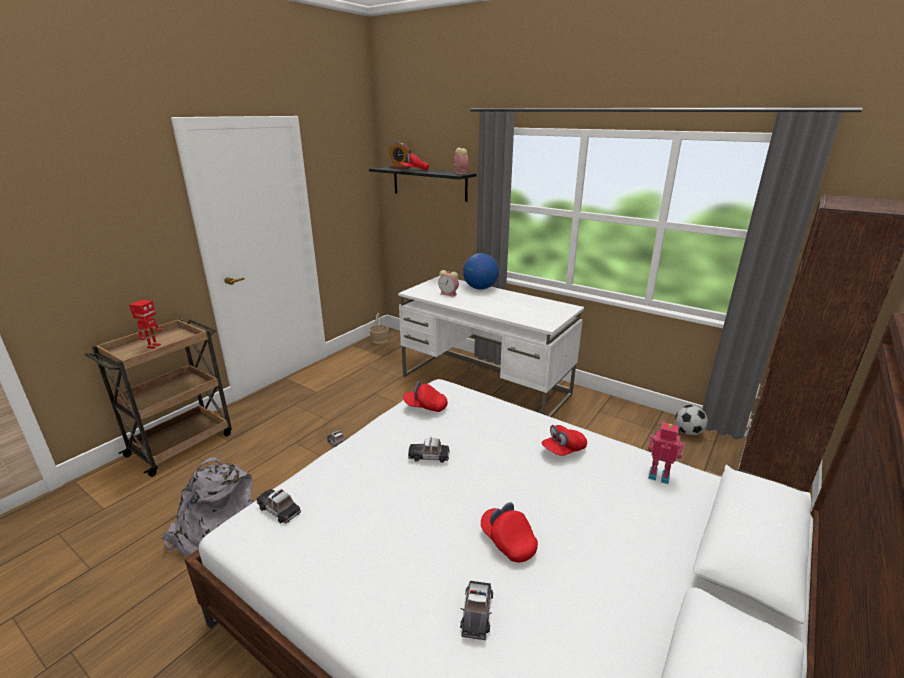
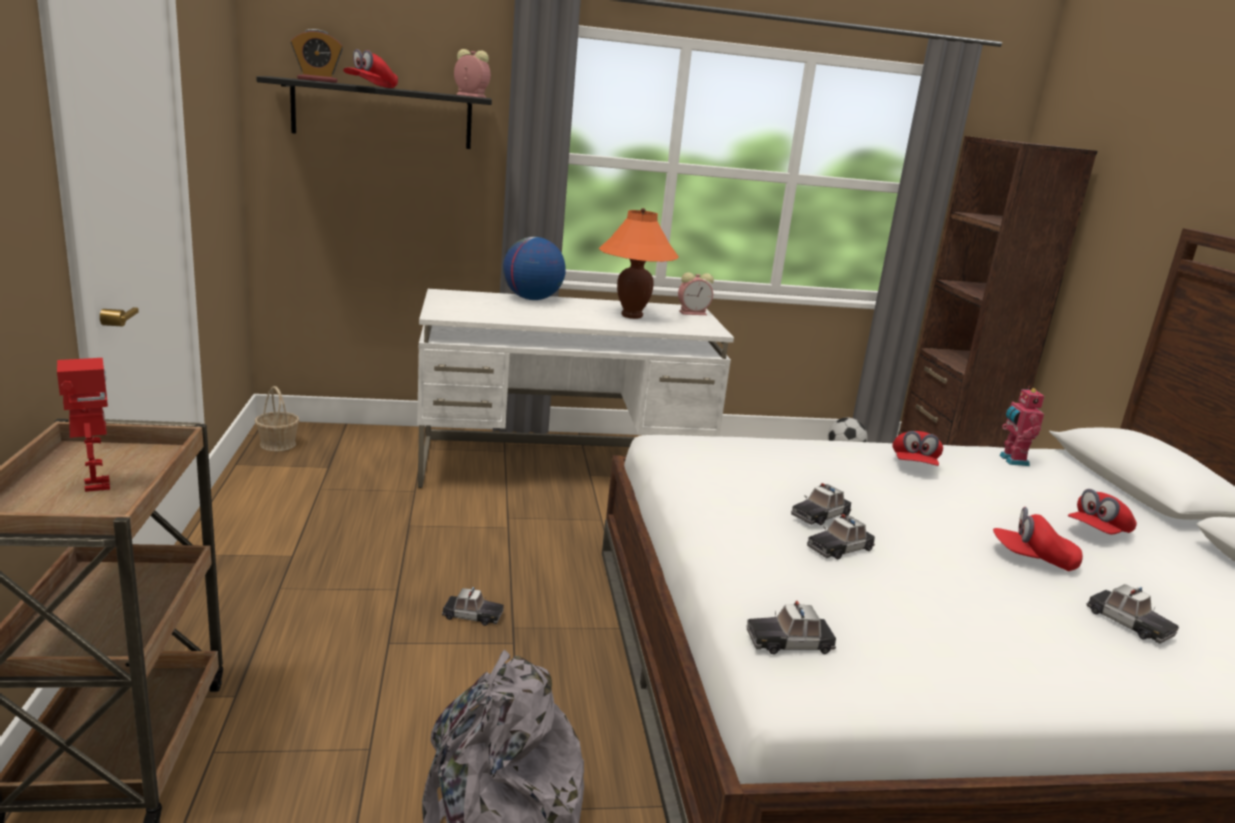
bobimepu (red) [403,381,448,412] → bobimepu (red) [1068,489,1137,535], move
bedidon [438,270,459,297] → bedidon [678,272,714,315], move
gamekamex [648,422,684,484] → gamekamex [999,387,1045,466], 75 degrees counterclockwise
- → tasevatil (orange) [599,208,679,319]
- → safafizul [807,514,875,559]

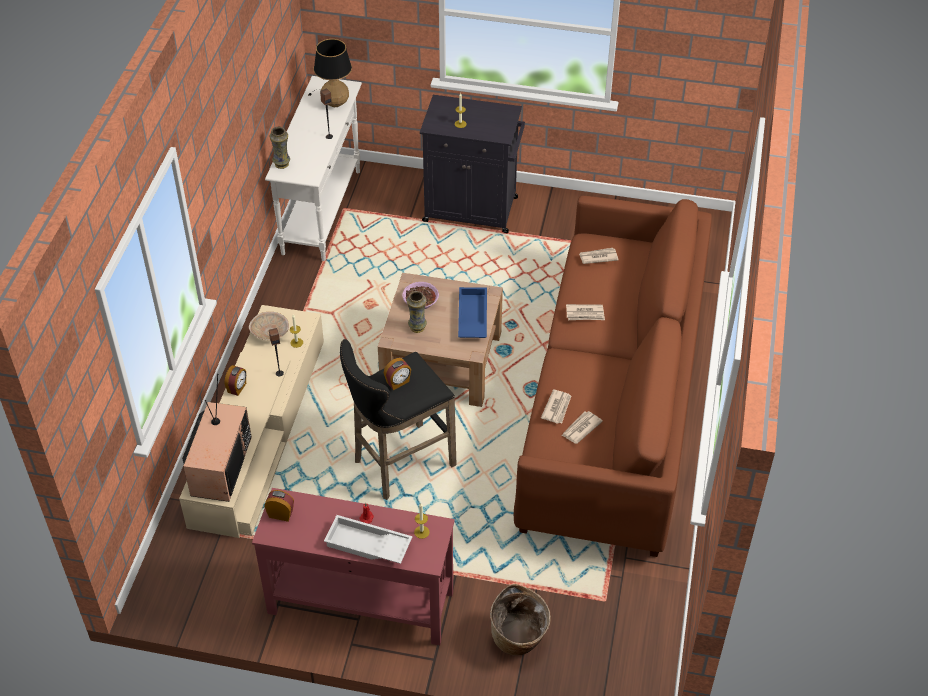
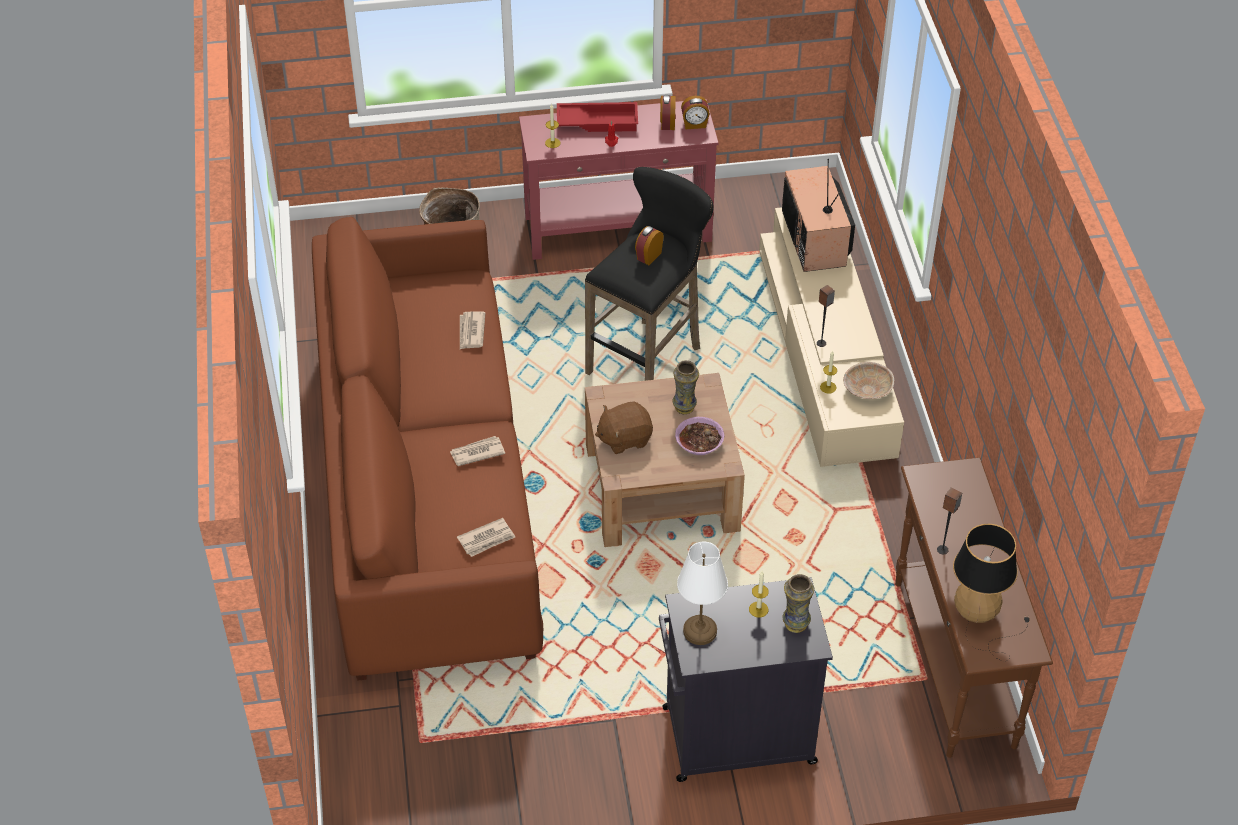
bedidon [225,365,246,396] → bedidon [660,95,676,130], move
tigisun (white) [265,76,362,261] → tigisun (brown) [895,457,1053,758]
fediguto [269,127,290,169] → fediguto [782,574,814,633], move
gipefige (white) [324,515,412,564] → gipefige (red) [557,102,638,132]
gipefige (blue) [458,287,487,338] → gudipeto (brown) [595,401,653,454]
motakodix [561,411,603,444] → -
- → tasevatil (white) [677,542,728,645]

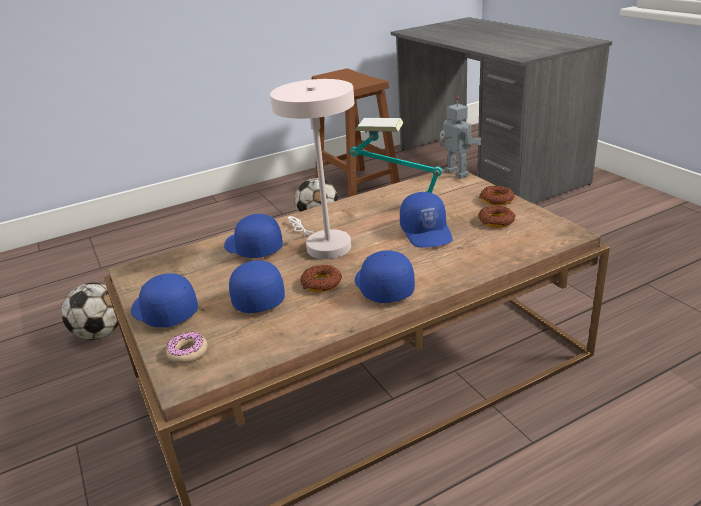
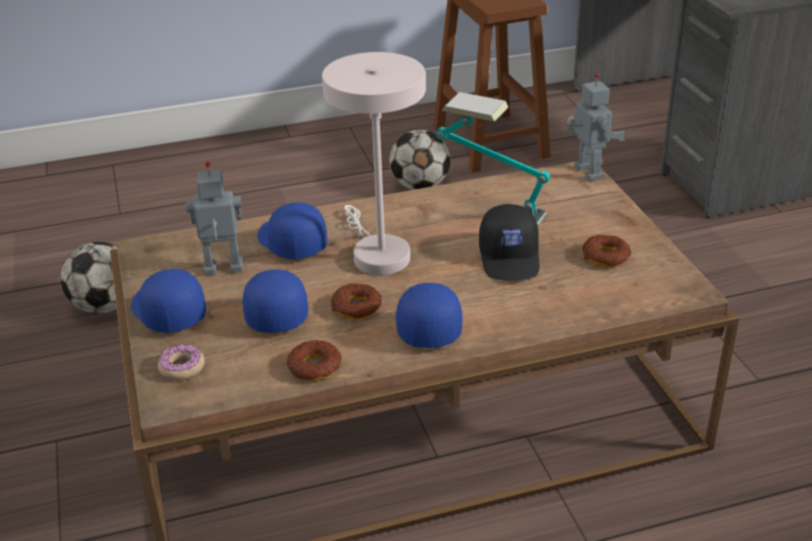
bobimepu (blue) [400,192,452,248] → bobimepu (black) [479,204,540,281]
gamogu [479,186,515,206] → gamogu [287,340,341,381], move
- → gamekamex [186,162,243,276]

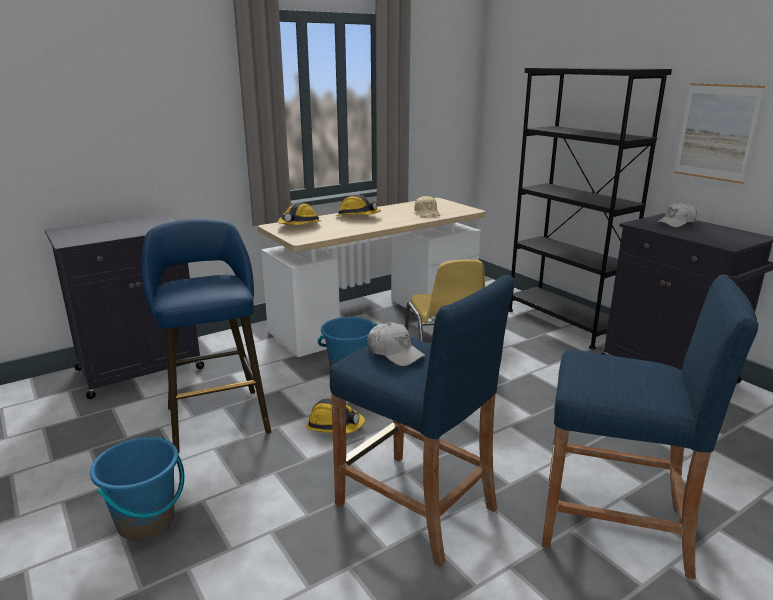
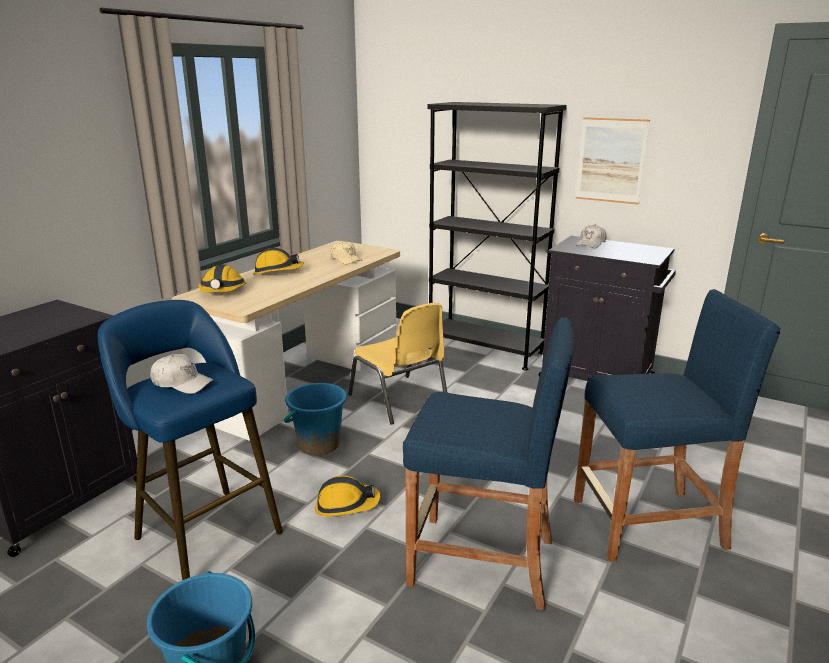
bobimepu (white) [367,322,425,366] → bobimepu (white) [150,354,213,394], move

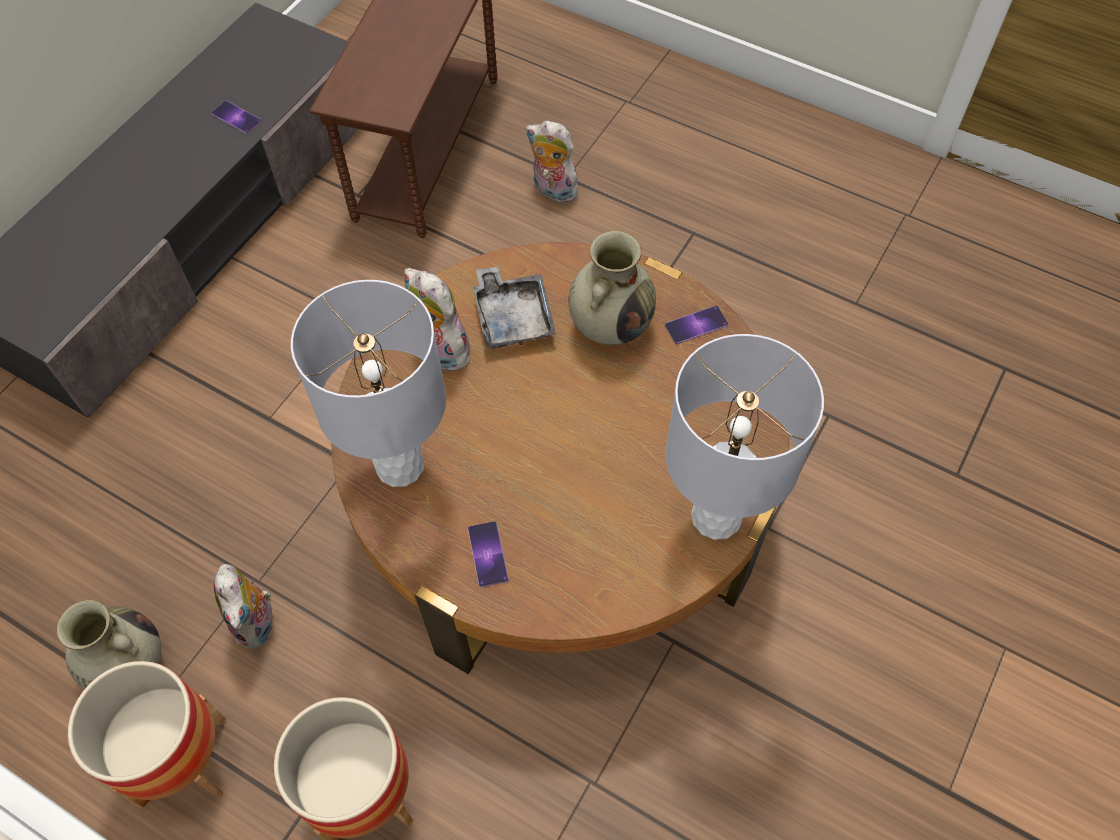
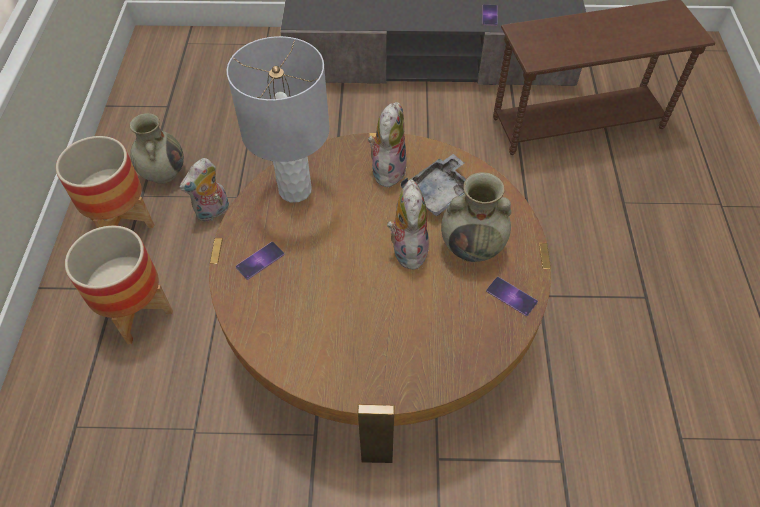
gudipeto [526,121,584,203] → gudipeto [387,179,429,270], move
tasevatil (grey) [665,334,824,540] → -

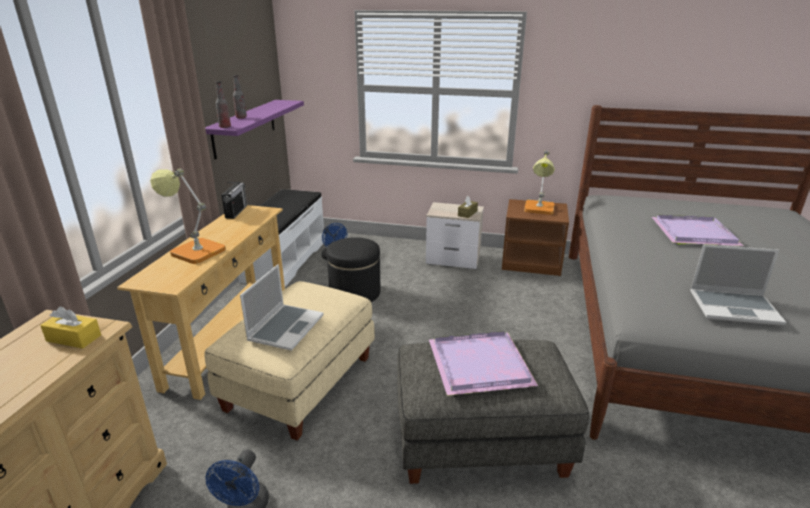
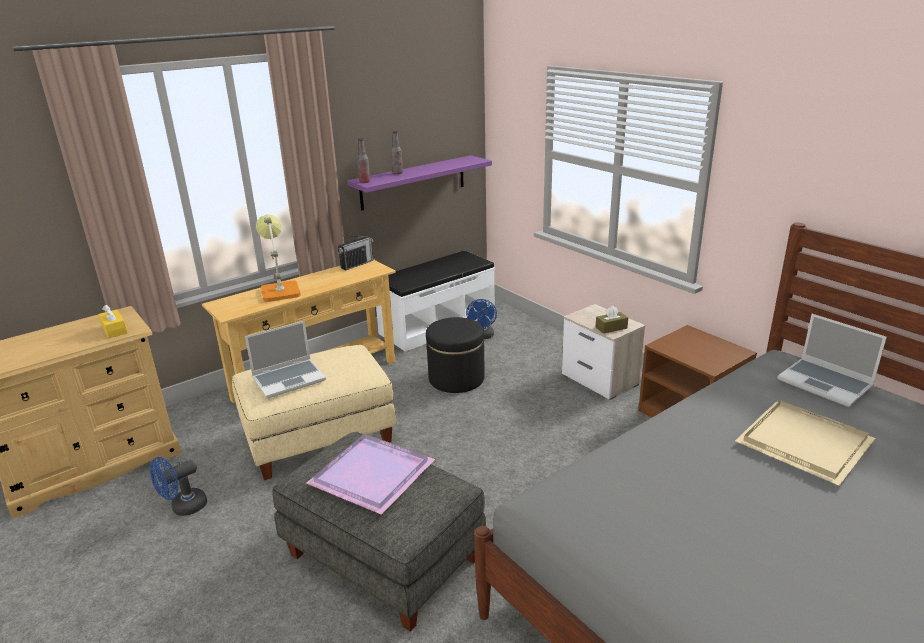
tasevatil [524,150,555,215] → -
gipefige (purple) [652,215,744,246] → gipefige (beige) [735,401,875,486]
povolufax [690,244,786,326] → povolufax [777,314,887,407], move

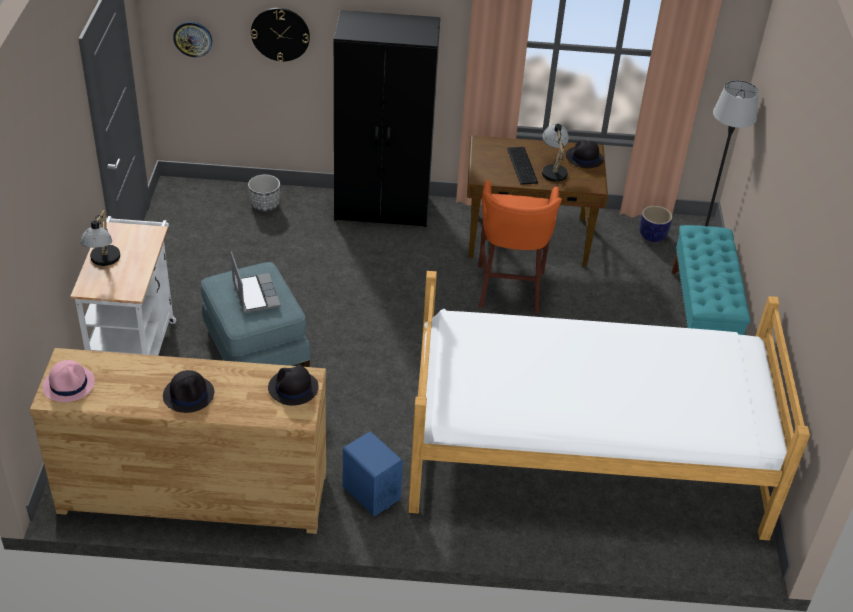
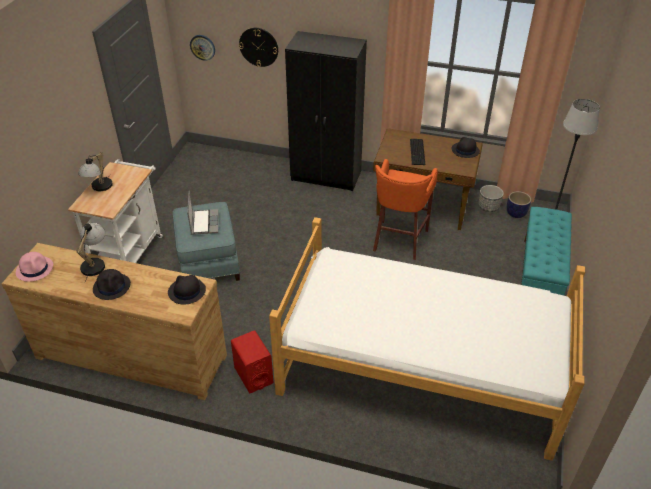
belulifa [248,175,280,211] → belulifa [479,185,504,212], move
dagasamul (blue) [343,431,403,516] → dagasamul (red) [231,330,273,393]
tasevatil [542,124,569,186] → tasevatil [76,223,105,281], move

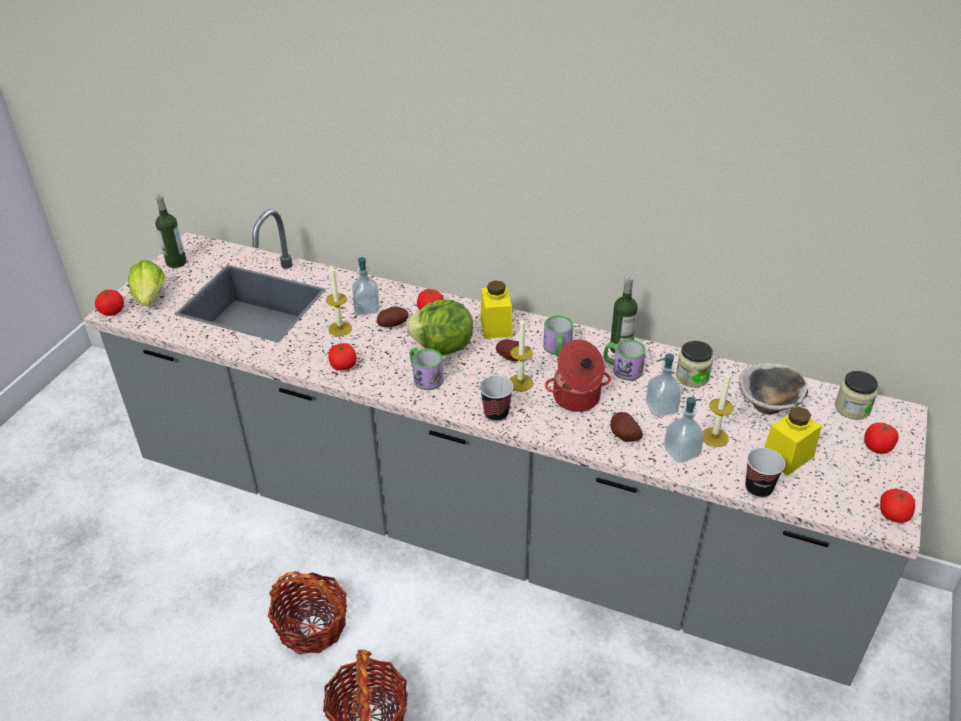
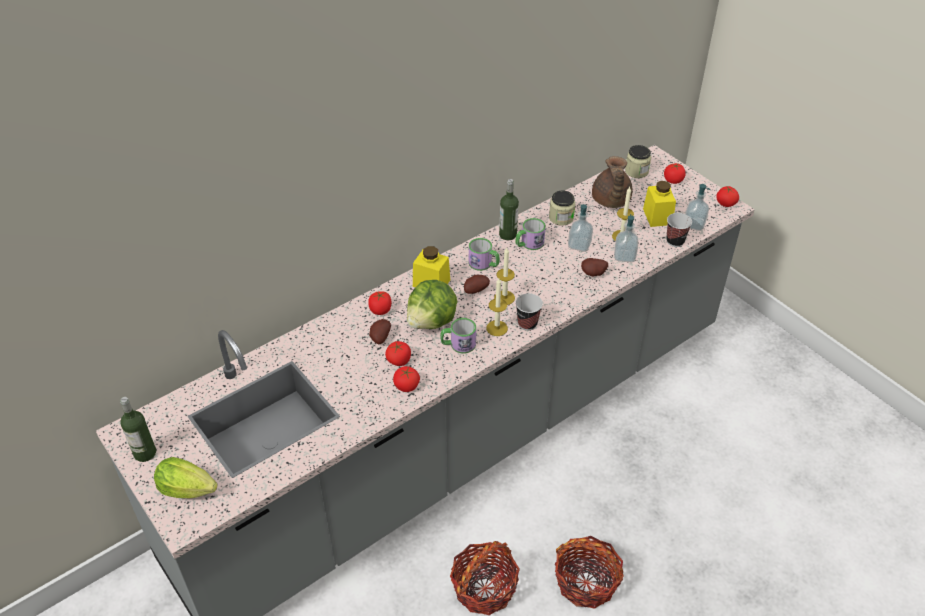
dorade [95,290,124,316] → dorade [385,341,411,366], move
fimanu [326,265,352,336] → fimanu [486,278,508,336], move
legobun [352,257,380,315] → legobun [685,184,711,231], move
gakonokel [545,339,611,412] → -
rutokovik [739,363,808,415] → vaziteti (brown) [592,156,632,208]

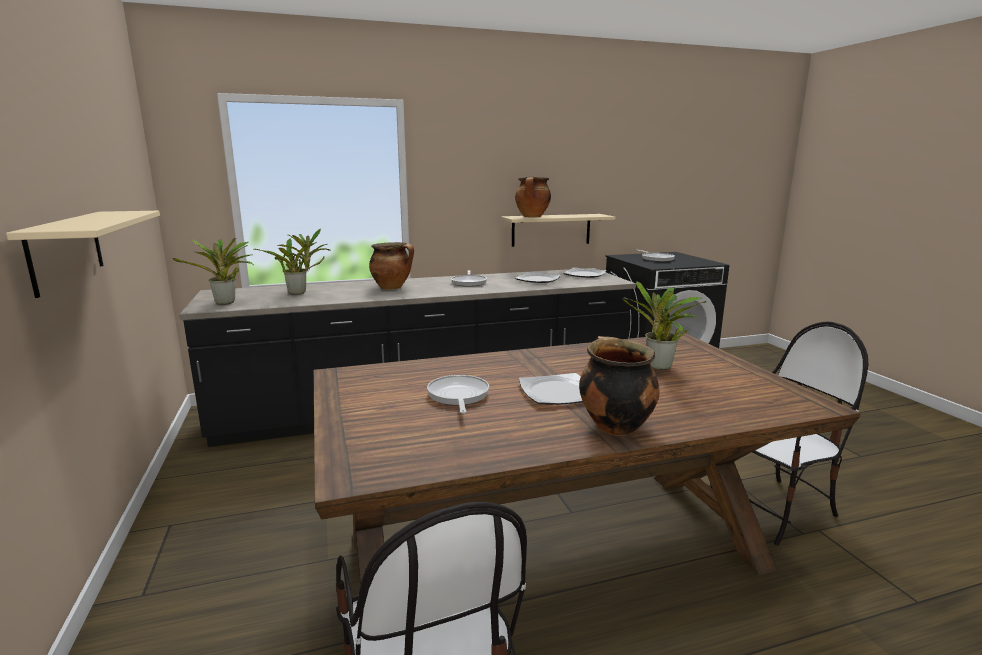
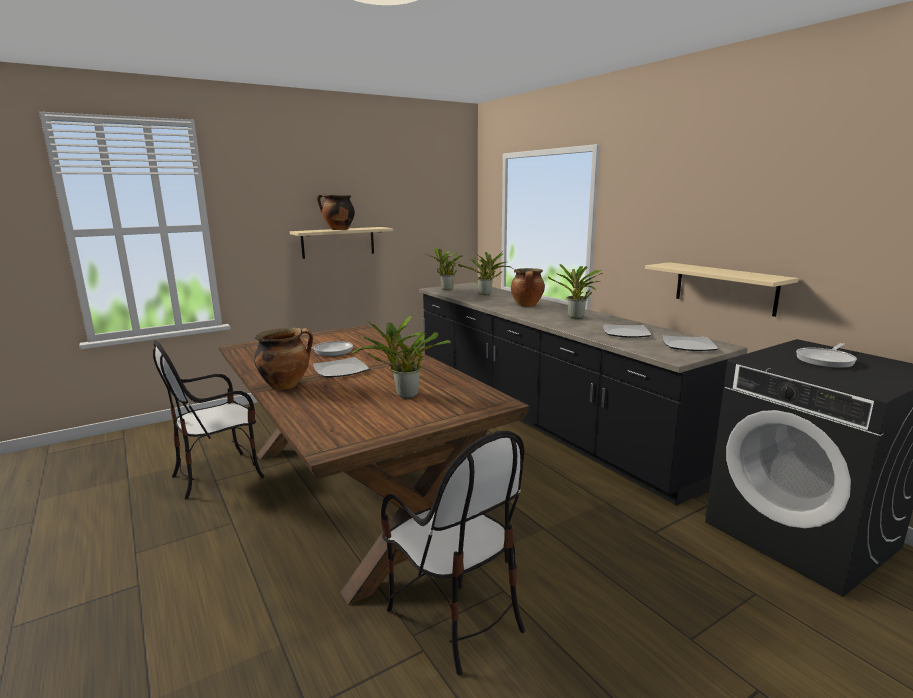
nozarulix [451,270,487,287] → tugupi [548,264,603,319]
gakonokel [515,177,551,217] → gakonokel [317,194,355,230], move

